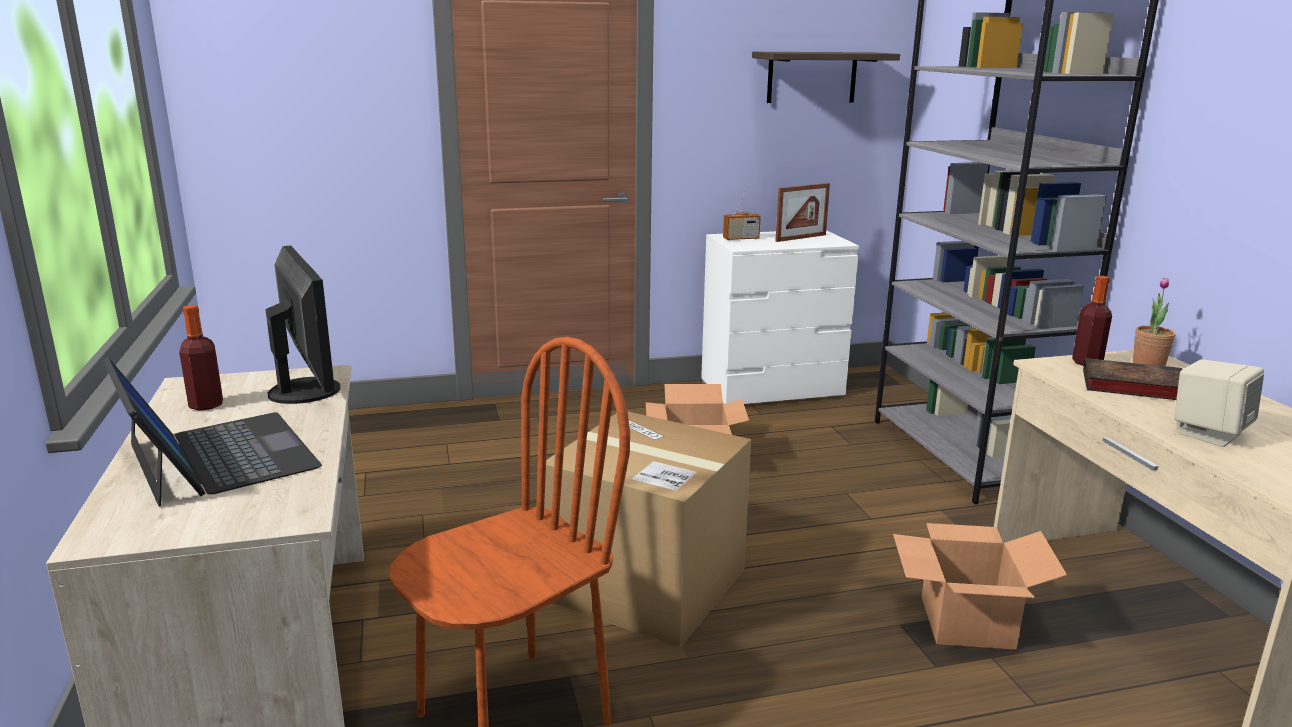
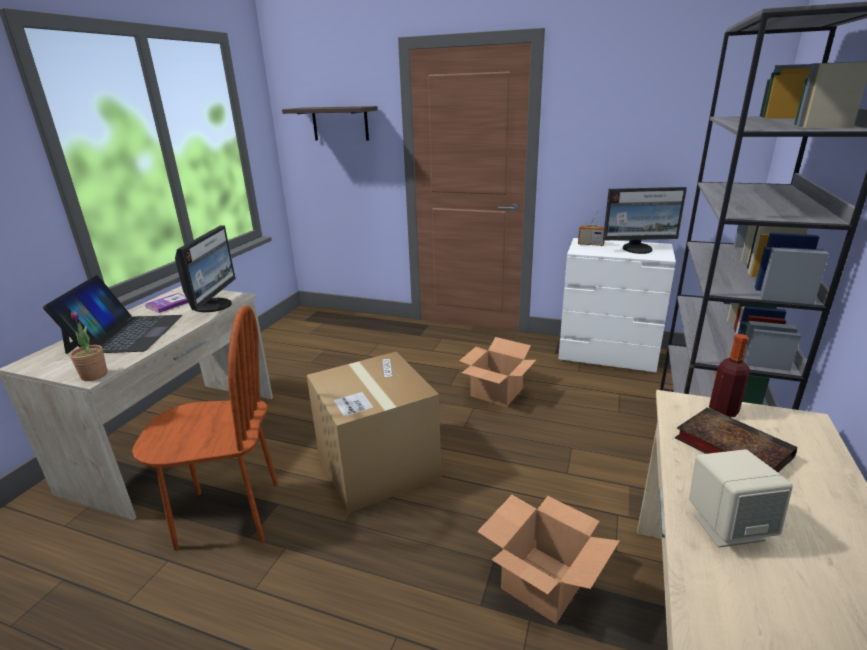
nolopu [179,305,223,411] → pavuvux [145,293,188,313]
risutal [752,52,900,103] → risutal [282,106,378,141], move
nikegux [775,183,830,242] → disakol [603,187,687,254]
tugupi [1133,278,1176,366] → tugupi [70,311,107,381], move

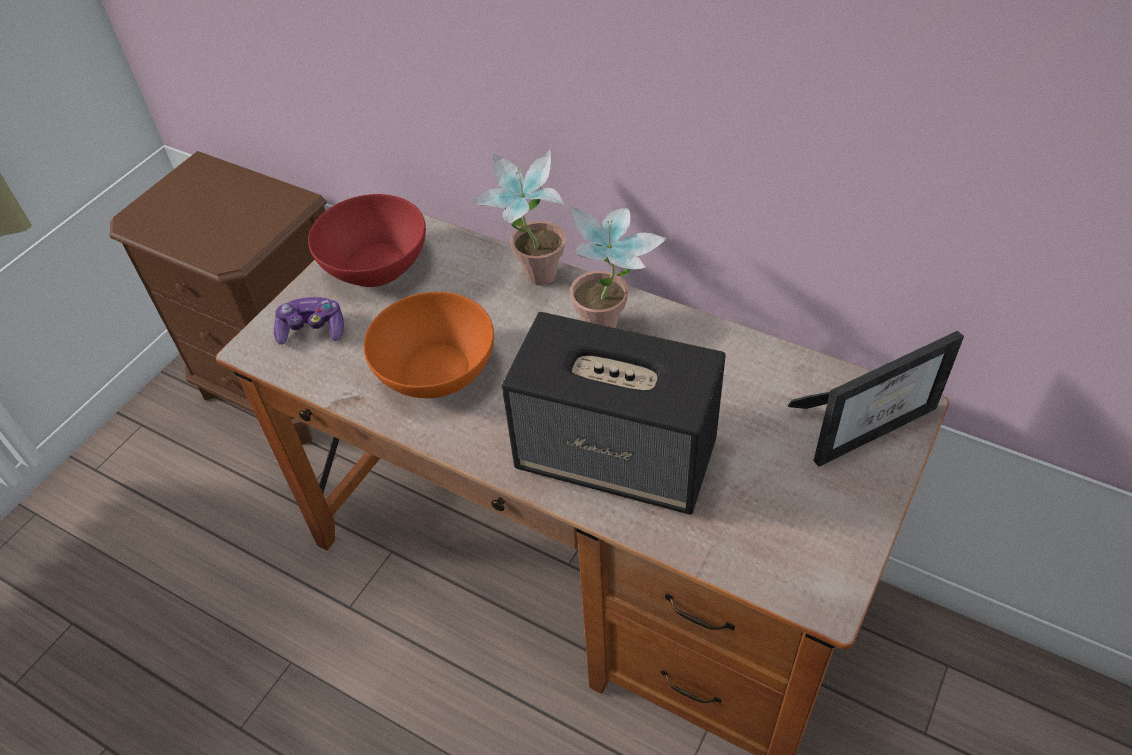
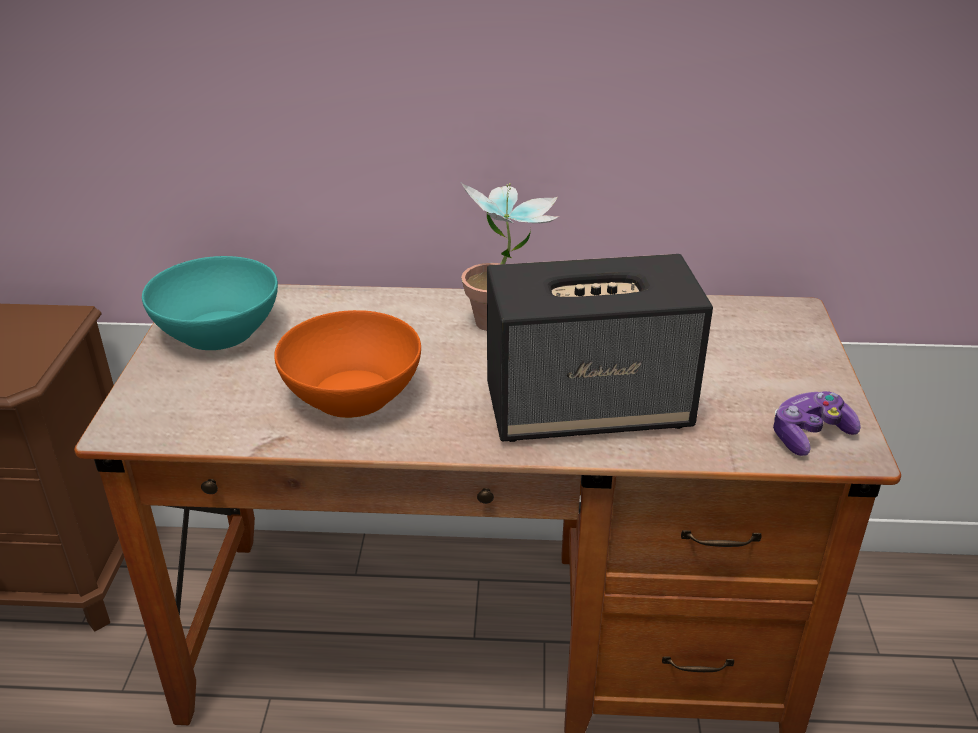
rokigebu [274,297,344,345] → rokigebu [773,391,861,456], move
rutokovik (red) [308,194,426,287] → rutokovik (turquoise) [142,256,278,350]
tugupi [473,149,566,286] → -
nikegux [788,331,964,467] → -

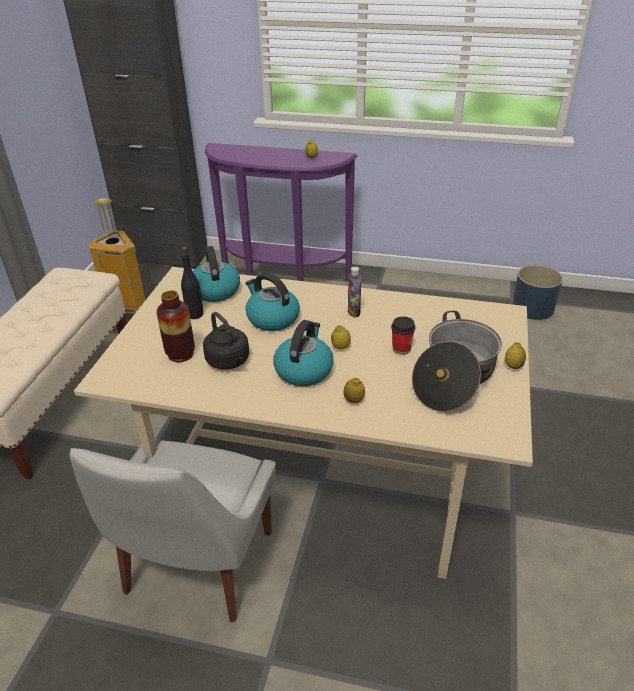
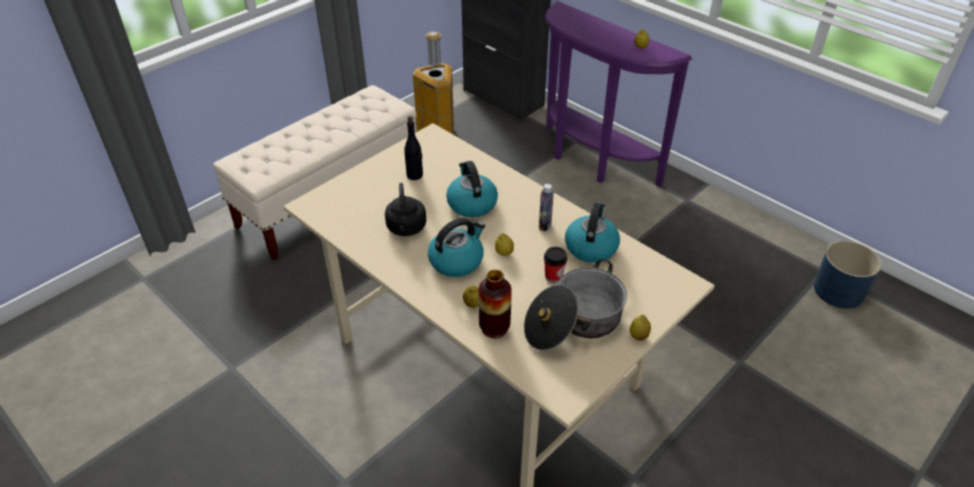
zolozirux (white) [70,437,276,622] → -
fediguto [156,290,195,362] → fediguto [478,269,512,338], move
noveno [193,246,240,302] → noveno [565,202,620,263], move

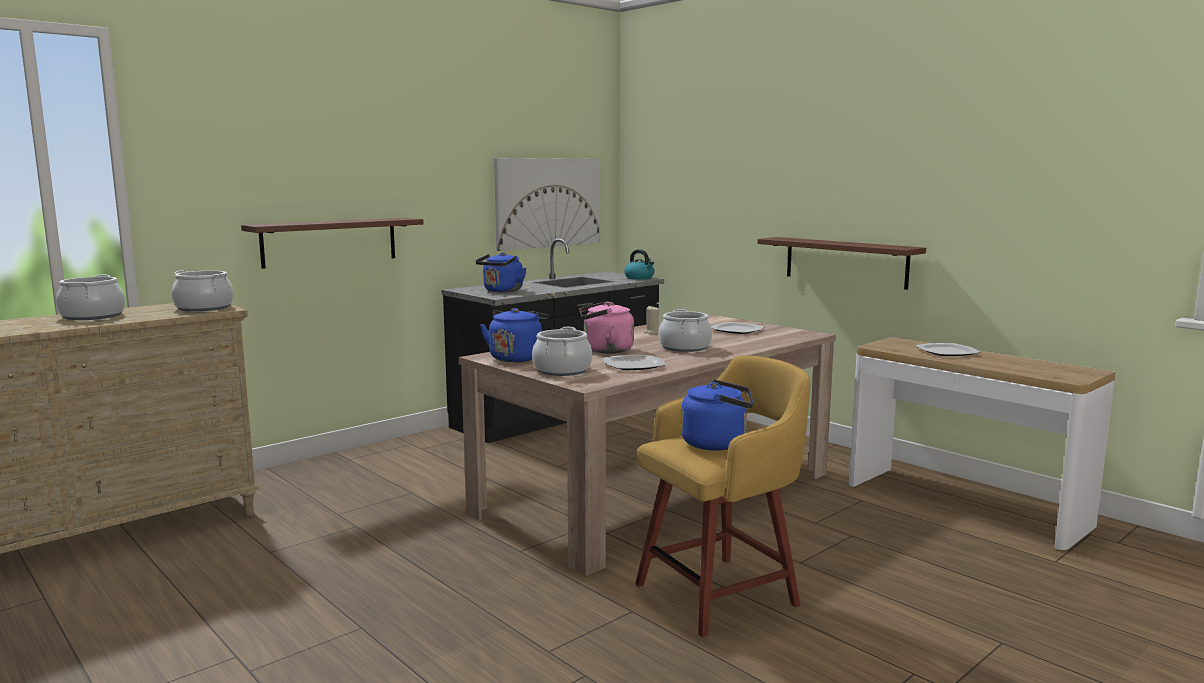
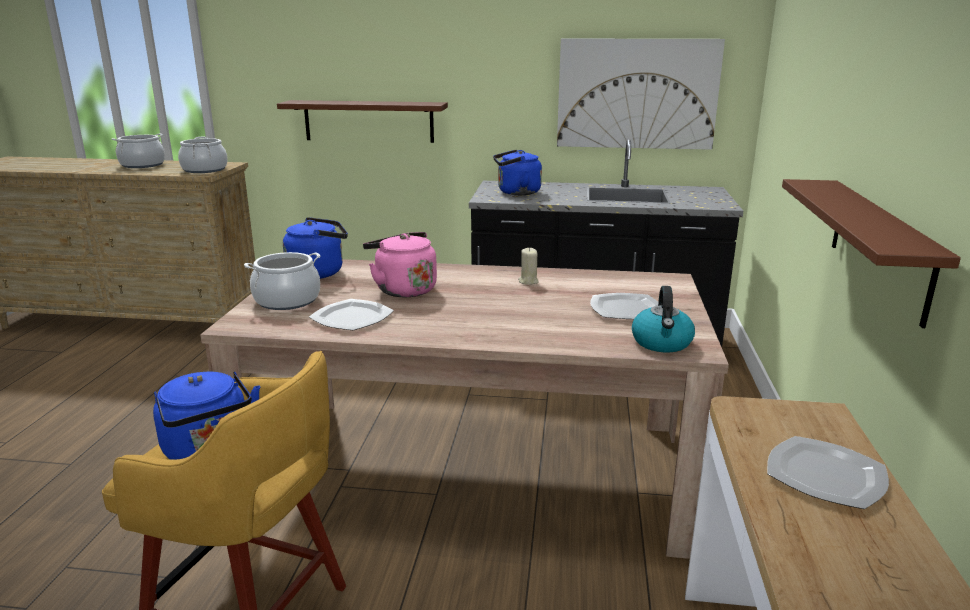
noveno [624,249,654,280] → noveno [632,286,695,352], move
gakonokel [659,309,712,352] → -

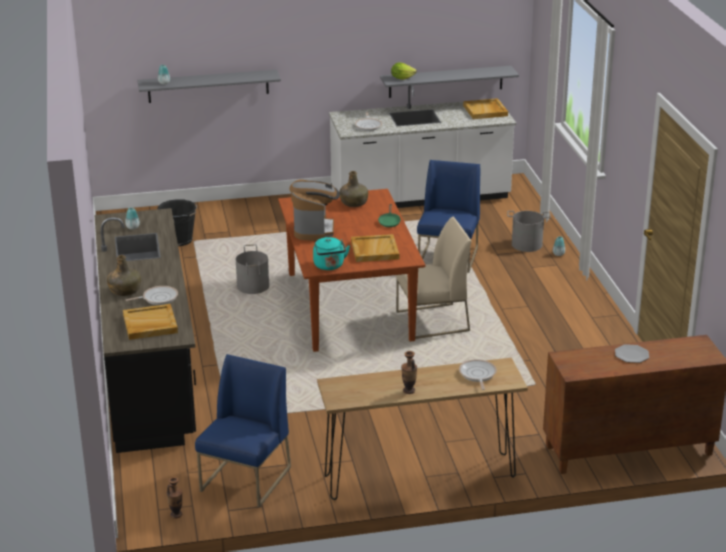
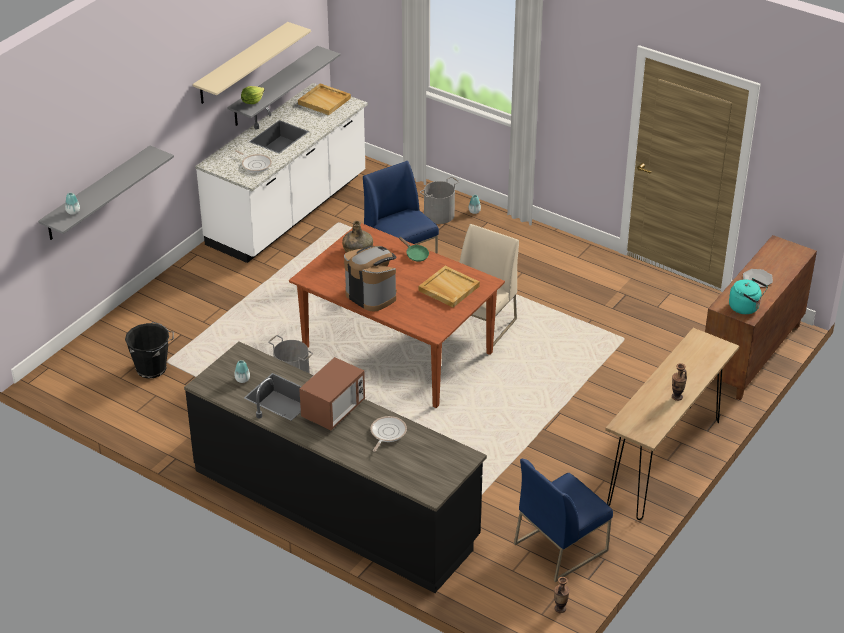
nolopu (green) [107,255,141,296] → -
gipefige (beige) [123,304,178,340] → -
zolozirux (blue) [195,354,291,507] → zolozirux (blue) [514,459,613,582], 105 degrees counterclockwise
noveno (turquoise) [313,237,350,270] → noveno (turquoise) [729,278,768,314], move
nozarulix [459,359,497,390] → -
- → risutal (beige) [193,22,311,104]
- → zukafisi [299,357,365,430]

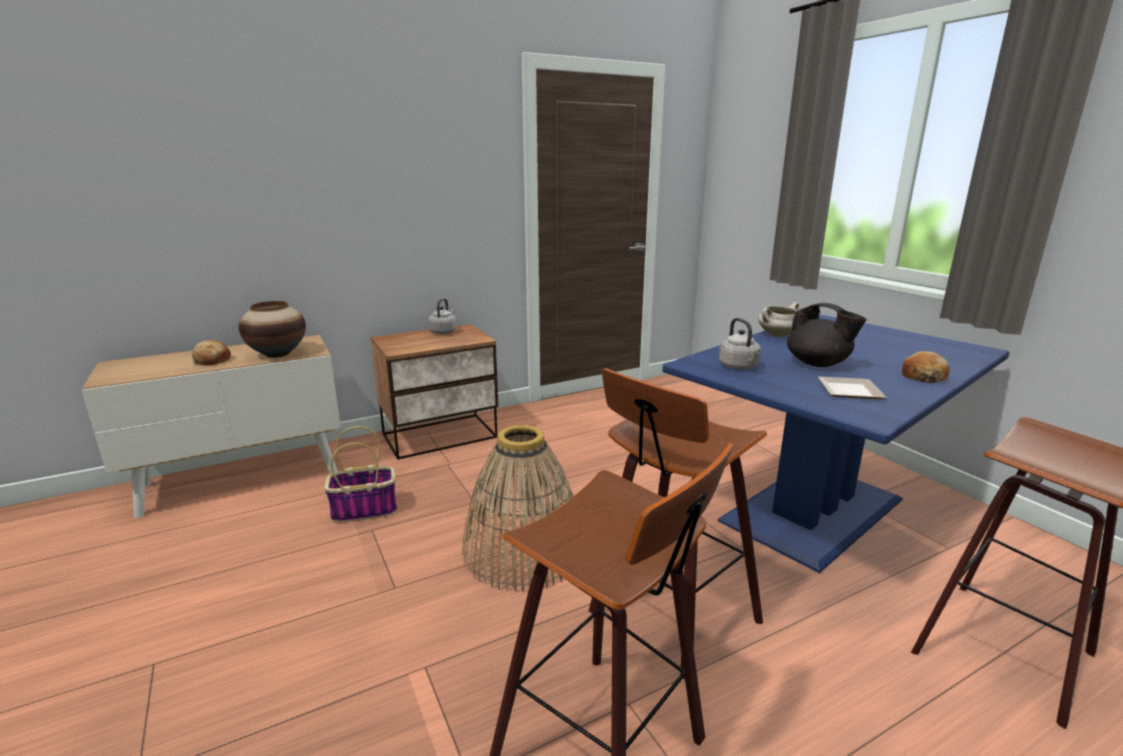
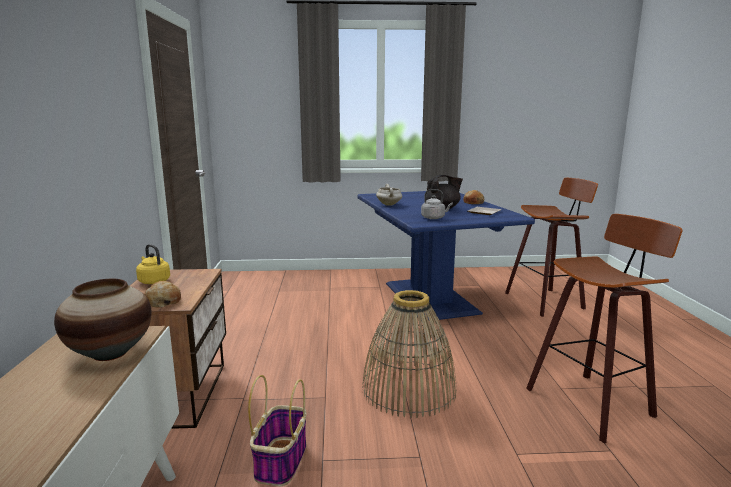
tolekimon [192,340,231,366] → tolekimon [144,281,181,308], move
noveno (grey) [428,298,457,334] → noveno (yellow) [136,244,170,284]
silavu [589,368,767,679] → -

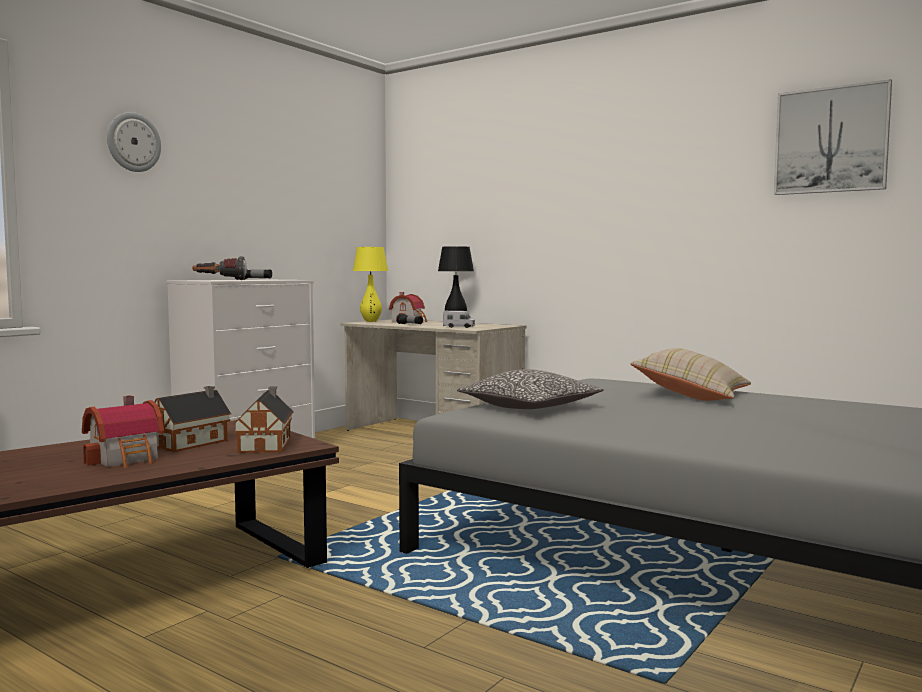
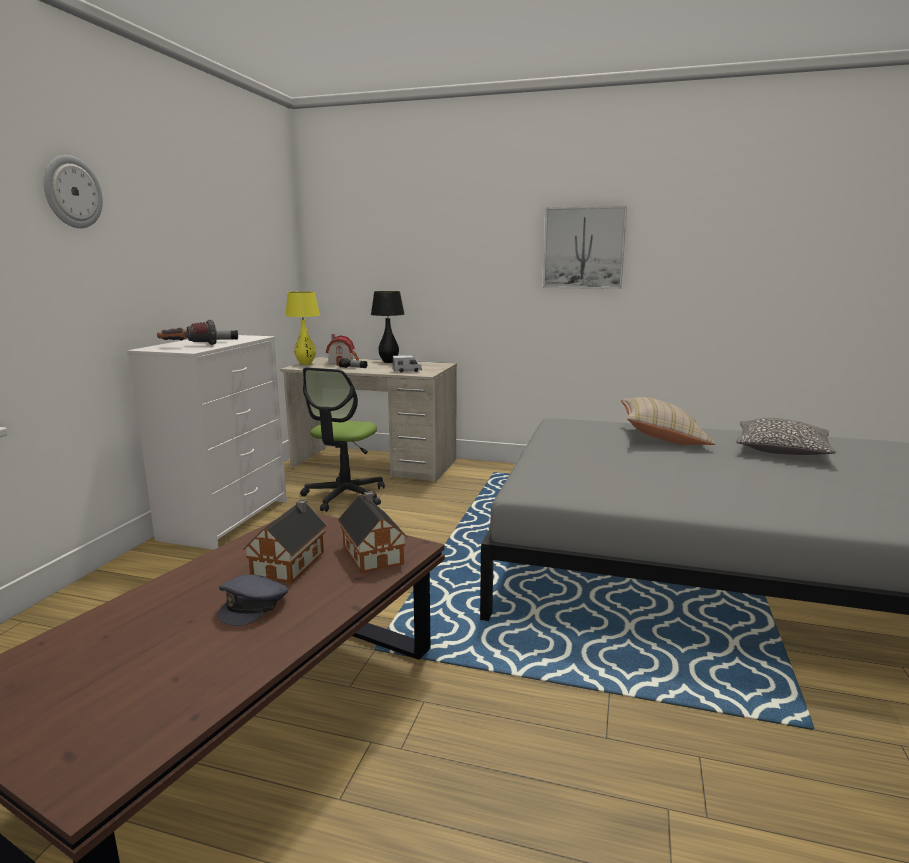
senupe [82,395,164,468] → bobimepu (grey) [217,575,288,626]
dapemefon [457,369,604,409] → dapemefon [736,418,837,455], move
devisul [774,79,892,195] → devisul [543,206,627,289], move
- → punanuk [300,367,385,512]

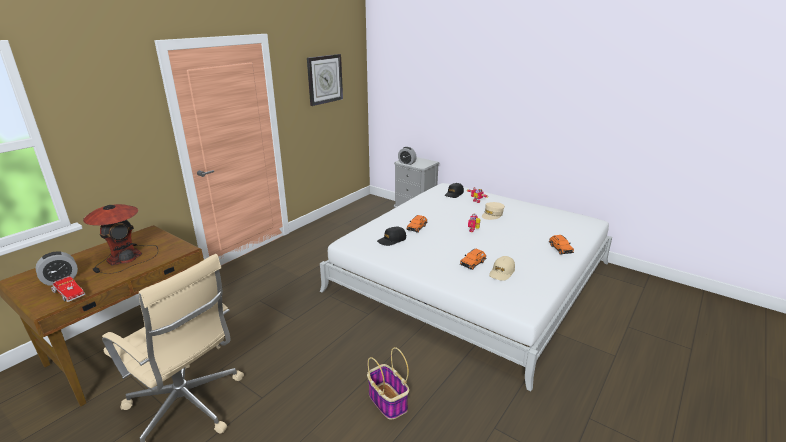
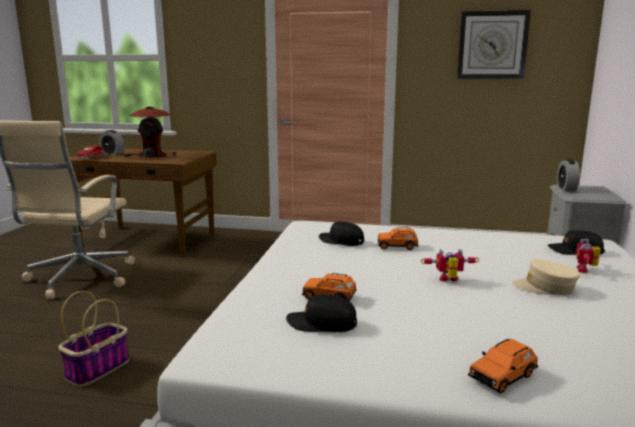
bobimepu (beige) [489,256,515,281] → bobimepu (black) [286,294,357,332]

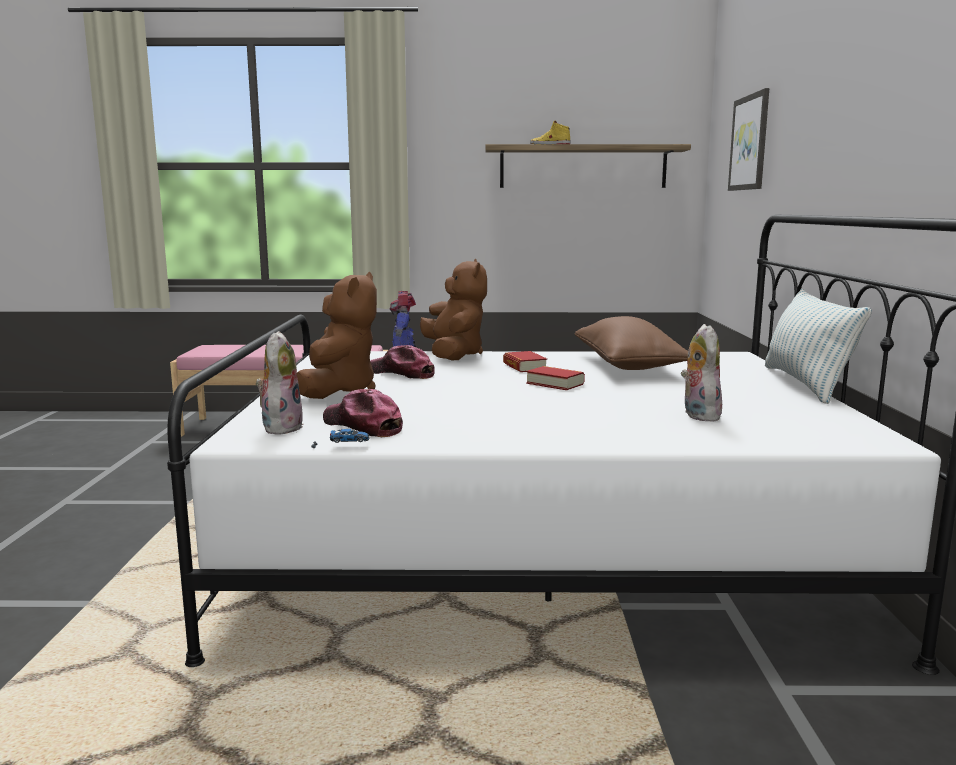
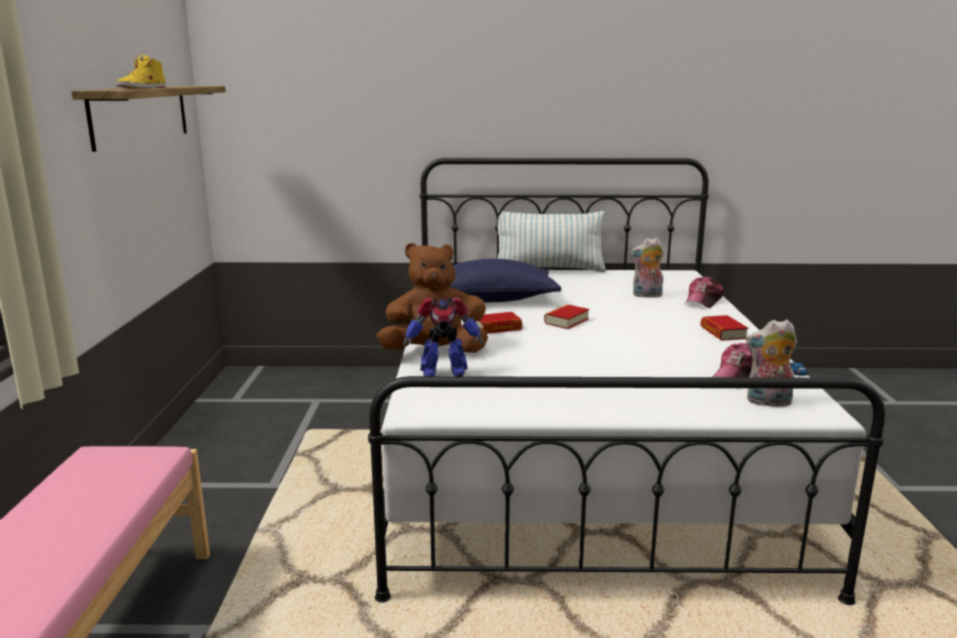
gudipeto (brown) [297,272,377,399] → -
bobimepu [370,345,435,379] → bobimepu [685,276,724,308], move
dapemefon (brown) [575,316,688,370] → dapemefon (blue) [450,259,561,303]
devisul [728,88,769,191] → -
- → pavuvux [700,315,748,341]

